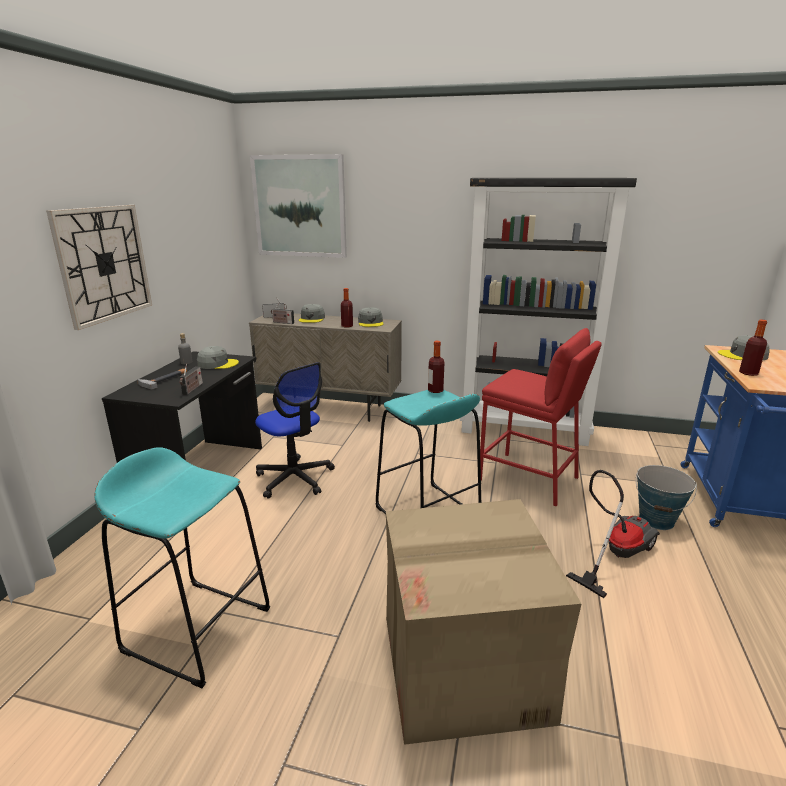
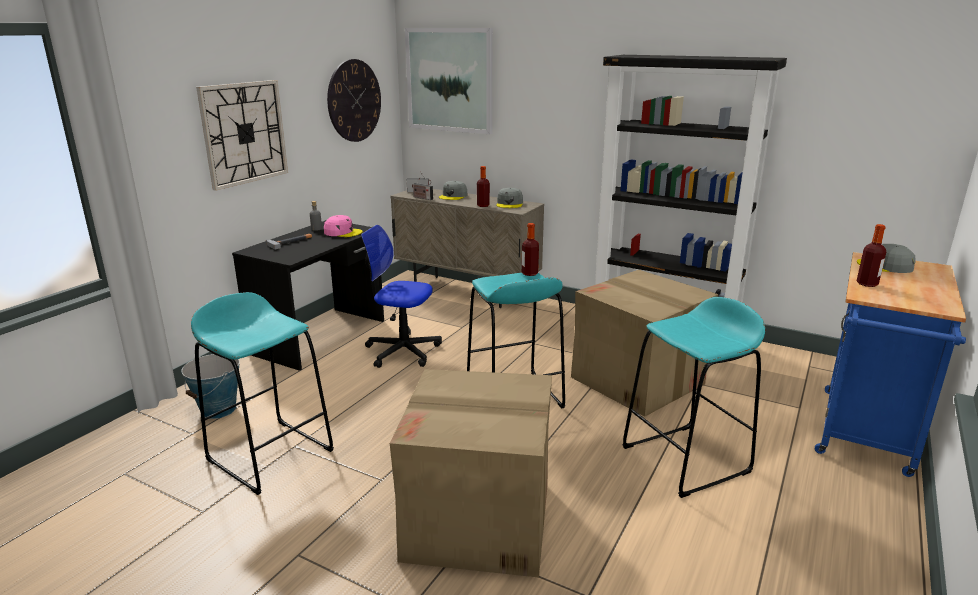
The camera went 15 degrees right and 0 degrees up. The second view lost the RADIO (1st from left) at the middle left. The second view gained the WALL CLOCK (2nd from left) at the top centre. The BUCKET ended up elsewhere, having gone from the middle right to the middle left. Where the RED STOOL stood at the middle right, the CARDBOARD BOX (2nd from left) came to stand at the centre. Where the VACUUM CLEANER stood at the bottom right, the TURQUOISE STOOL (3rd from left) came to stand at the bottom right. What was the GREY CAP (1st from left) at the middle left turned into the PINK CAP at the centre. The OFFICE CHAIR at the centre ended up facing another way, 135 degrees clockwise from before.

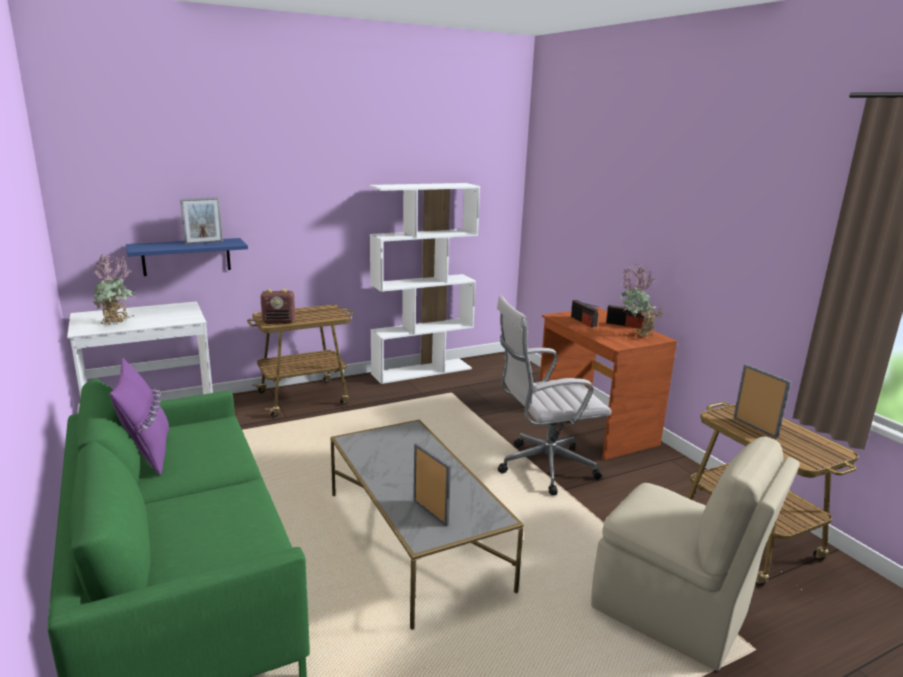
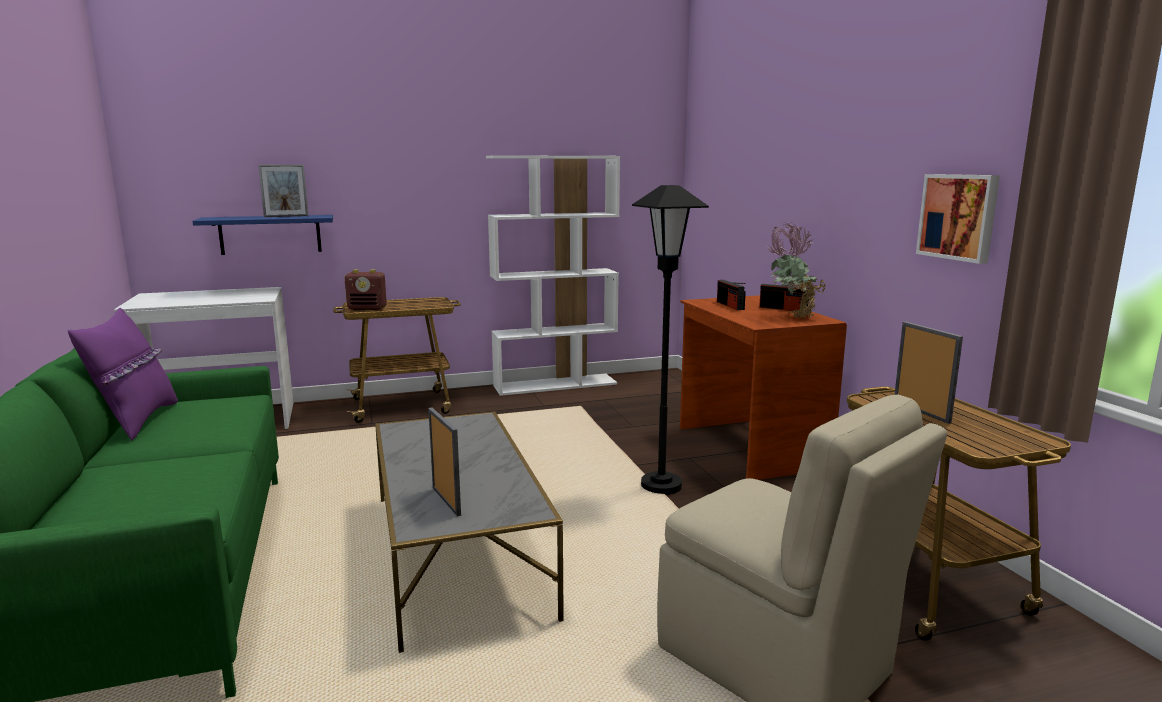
The camera went 10 degrees right and 5 degrees down. The second view lost the POTTED PLANT (1st from left) at the middle left. The second view gained the PICTURE at the top right. Where the WHITE OFFICE CHAIR stood at the centre, the BLACK FLOOR LAMP came to stand at the centre.

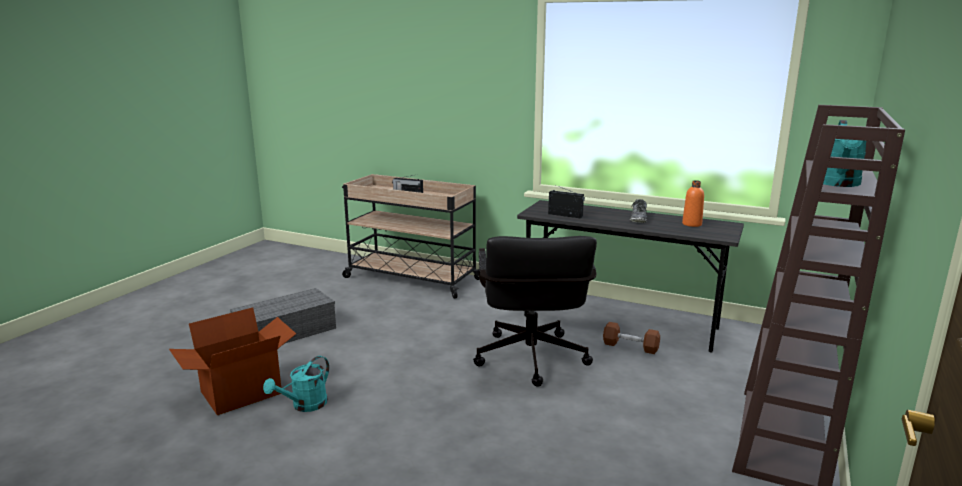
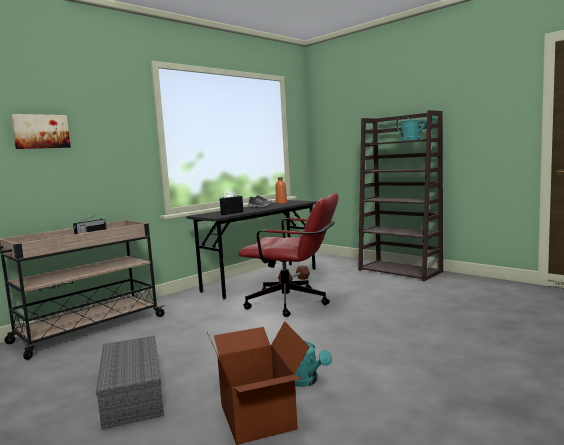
The camera went 70 degrees left and 10 degrees down. The second view gained the PICTURE at the top left. What was the BLACK OFFICE CHAIR at the centre turned into the RED OFFICE CHAIR at the centre.

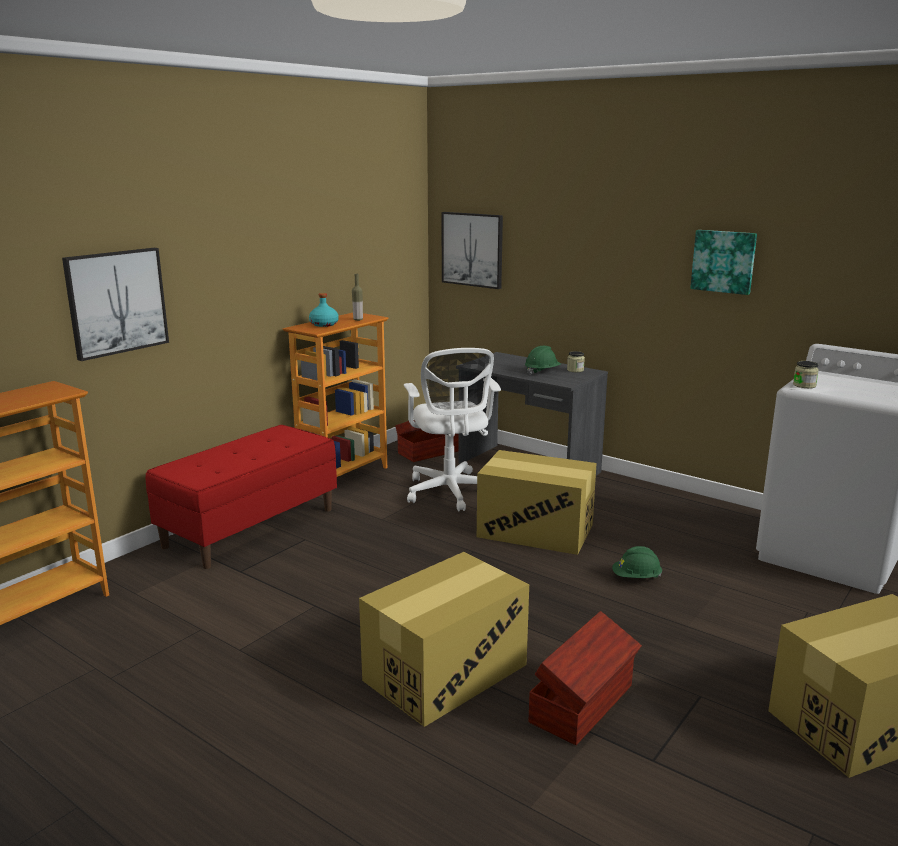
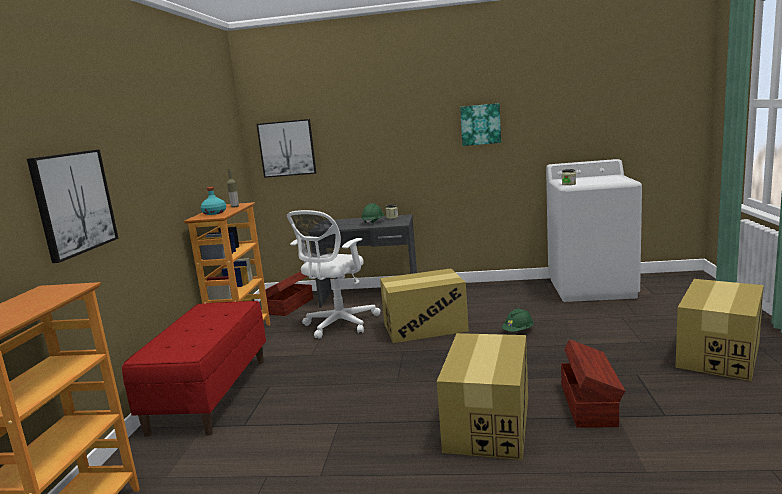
The camera went 30 degrees left and 5 degrees down. The WHITE OFFICE CHAIR at the centre ended up facing another way, 75 degrees clockwise from before.

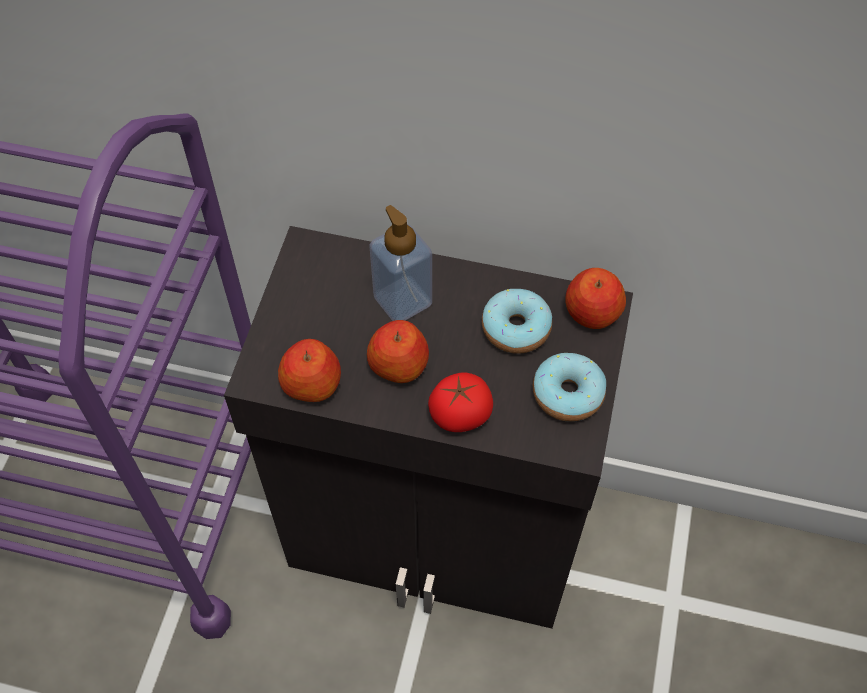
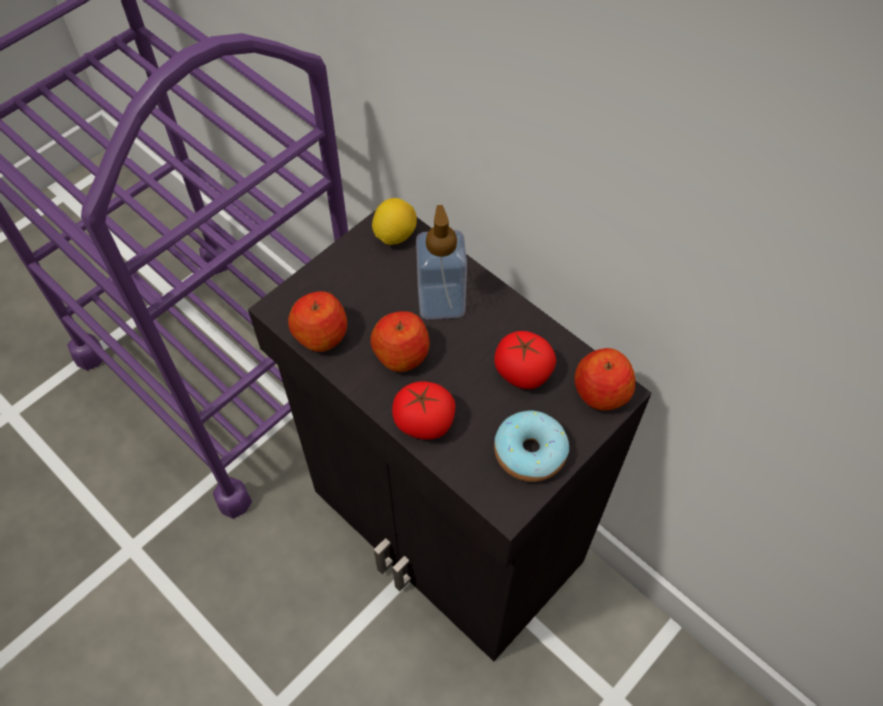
The camera went 30 degrees right and 0 degrees up. The second view gained the LEMON at the top centre. Where the DONUT (1st from left) stood at the centre, the TOMATO (2nd from left) came to stand at the centre.

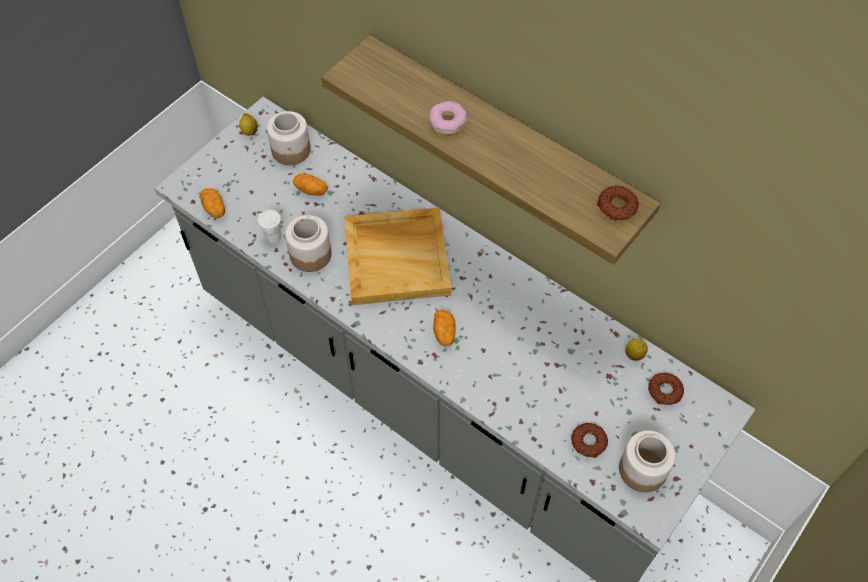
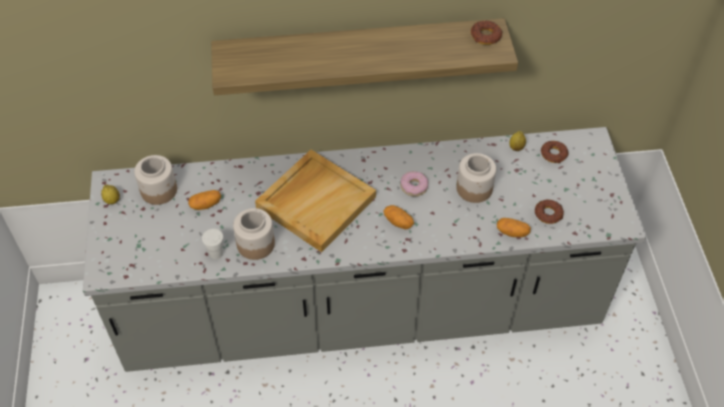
The camera went 45 degrees left and 5 degrees down. The POTATO (1st from left in the first image) ended up elsewhere, having gone from the middle left to the middle right. The DONUT (1st from left) ended up elsewhere, having gone from the top centre to the centre. The JAR (3rd from left) ended up elsewhere, having gone from the bottom right to the centre.

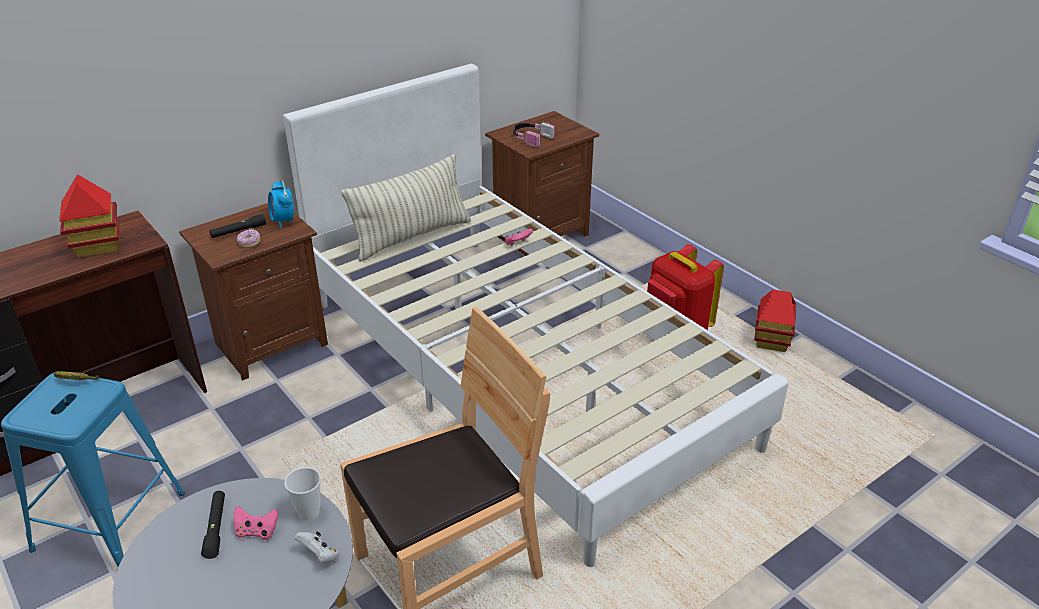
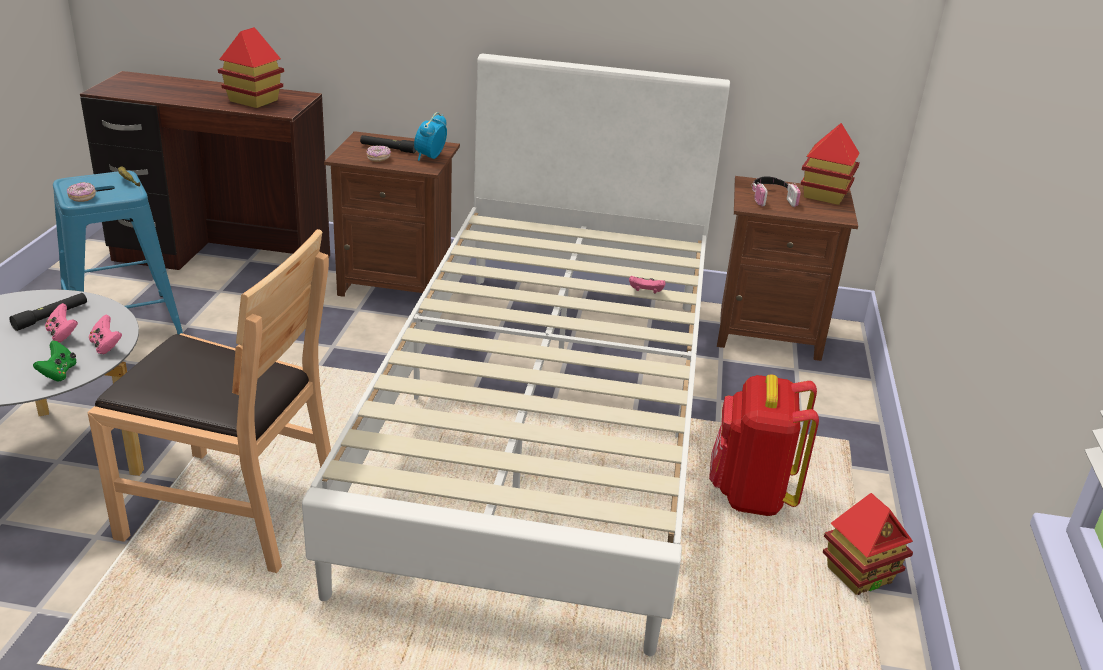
The camera went 45 degrees right and 5 degrees down. The second view lost the PILLOW at the centre. The second view gained the DONUT (1st from left) at the top left. The second view gained the TOY HOUSE (2nd from left) at the top right. Where the CUP stood at the bottom left, the PINK GAME CONTROLLER (2nd from left) came to stand at the middle left. What was the WHITE GAME CONTROLLER at the bottom left turned into the GREEN GAME CONTROLLER at the middle left.

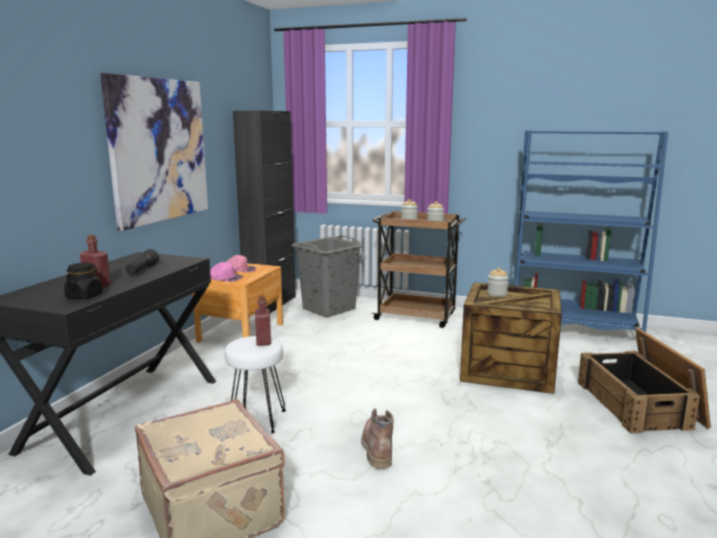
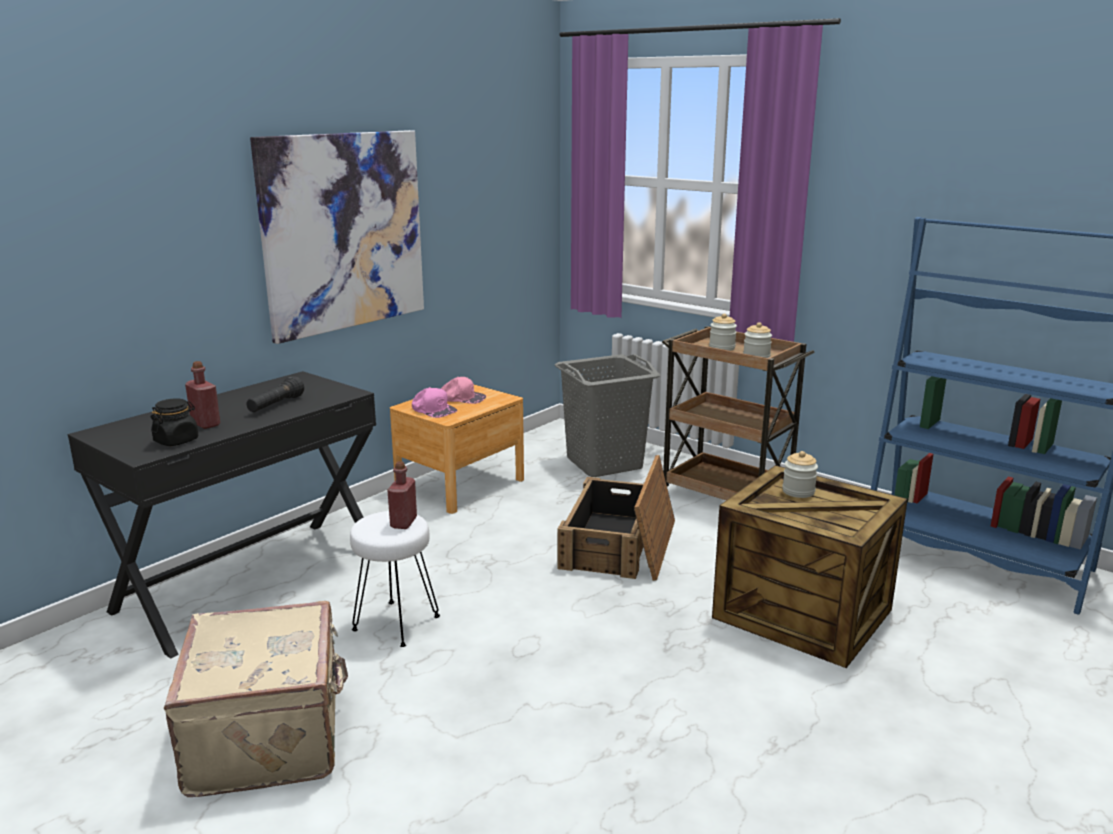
The camera went 20 degrees right and 5 degrees up. The second view lost the BLACK CABINET at the centre. The second view lost the BROWN BOOT at the bottom centre. The CRATE (2nd from left in the first image) ended up elsewhere, having gone from the bottom right to the centre.

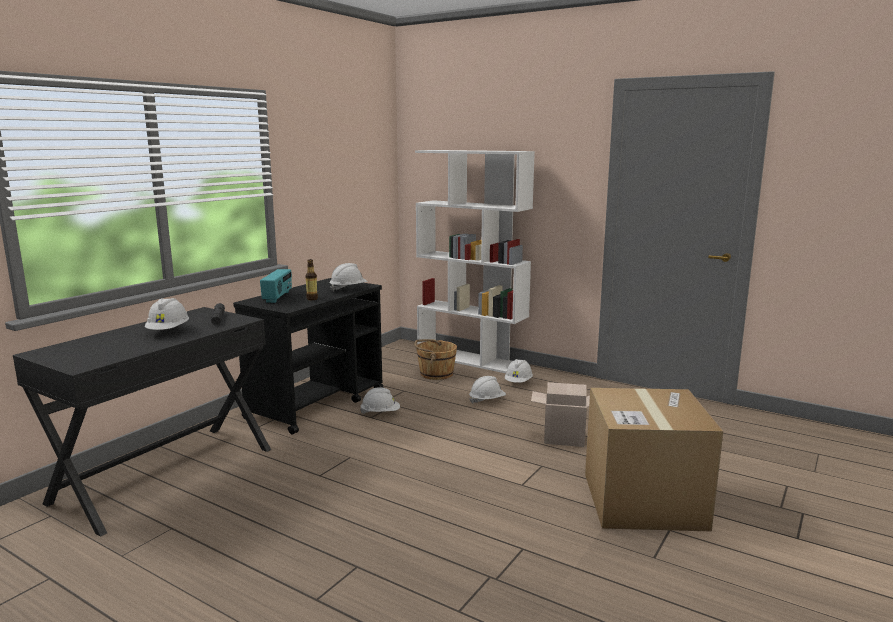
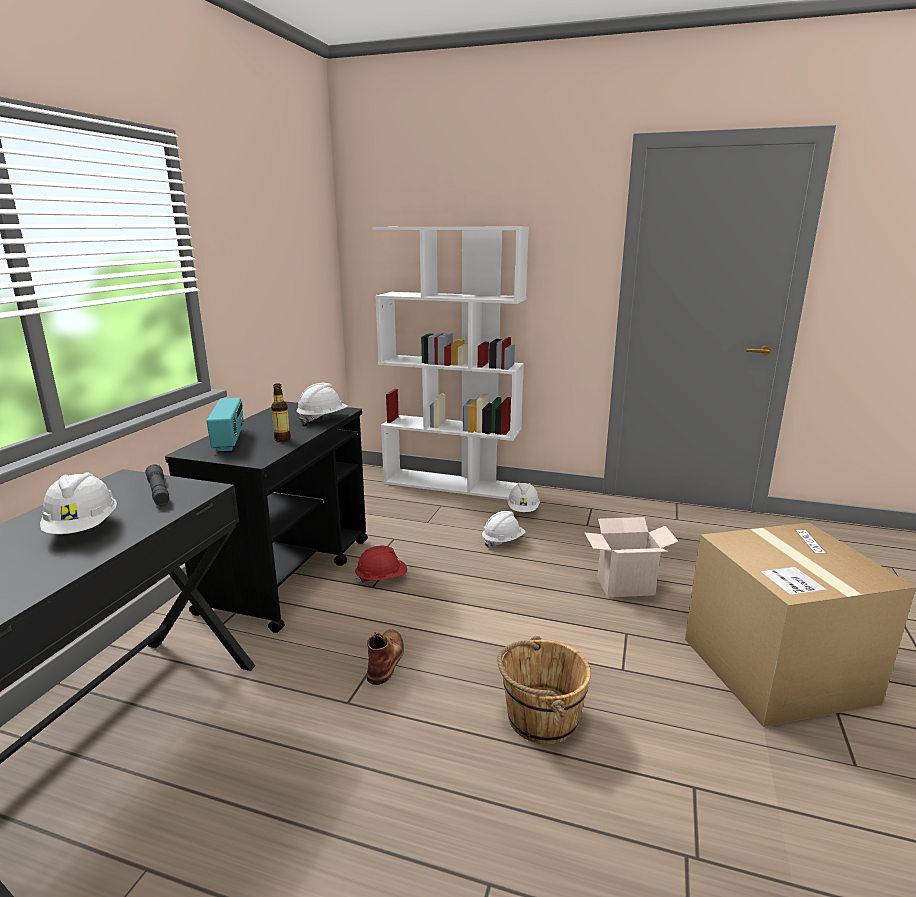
The camera went 15 degrees left and 5 degrees up. The second view gained the BROWN BOOT at the bottom centre. The BROWN BUCKET ended up elsewhere, having gone from the centre to the bottom centre. What was the WHITE HARD HAT (3rd from left) at the centre turned into the RED HARD HAT at the centre.

